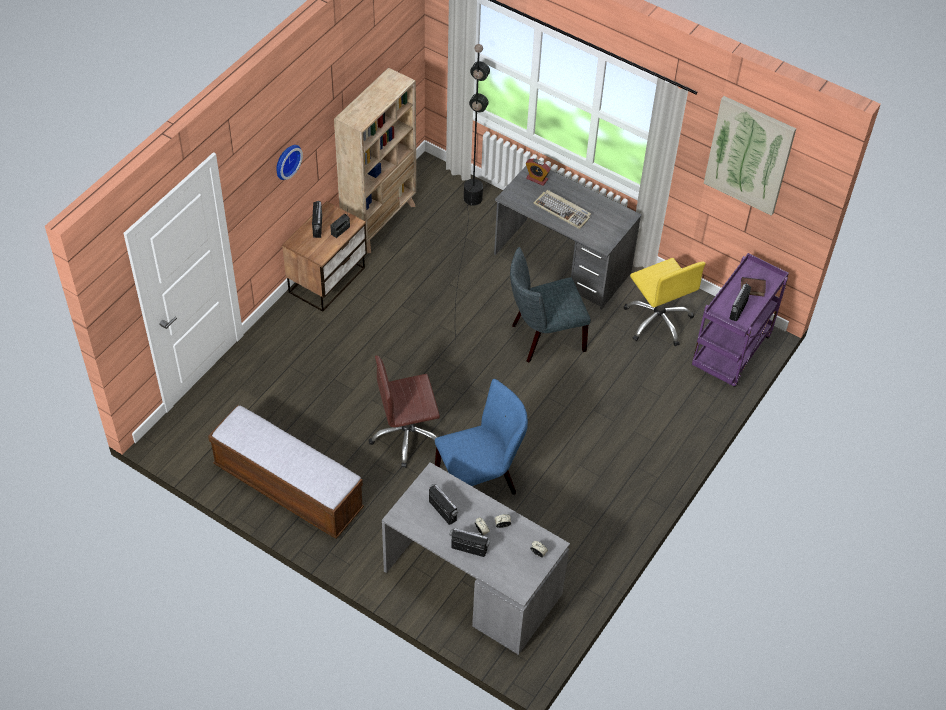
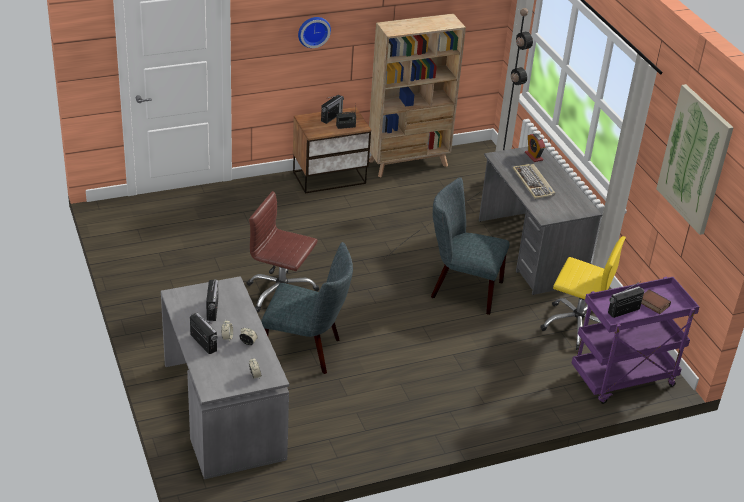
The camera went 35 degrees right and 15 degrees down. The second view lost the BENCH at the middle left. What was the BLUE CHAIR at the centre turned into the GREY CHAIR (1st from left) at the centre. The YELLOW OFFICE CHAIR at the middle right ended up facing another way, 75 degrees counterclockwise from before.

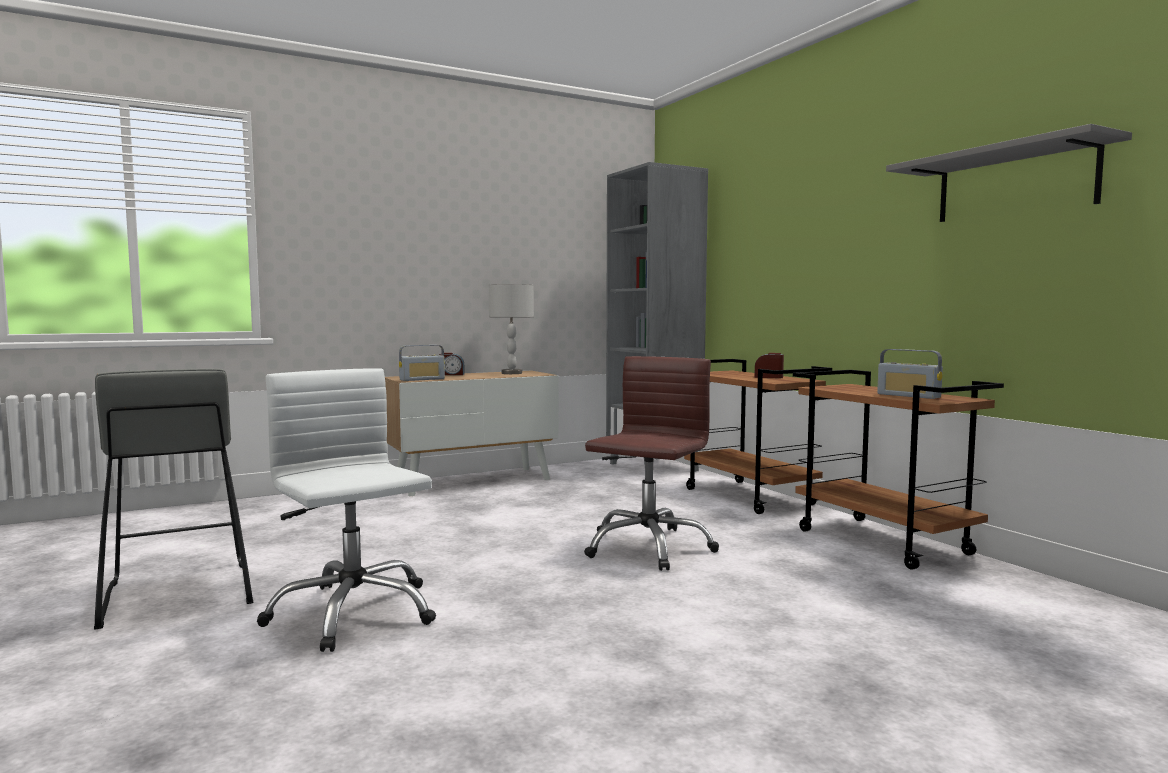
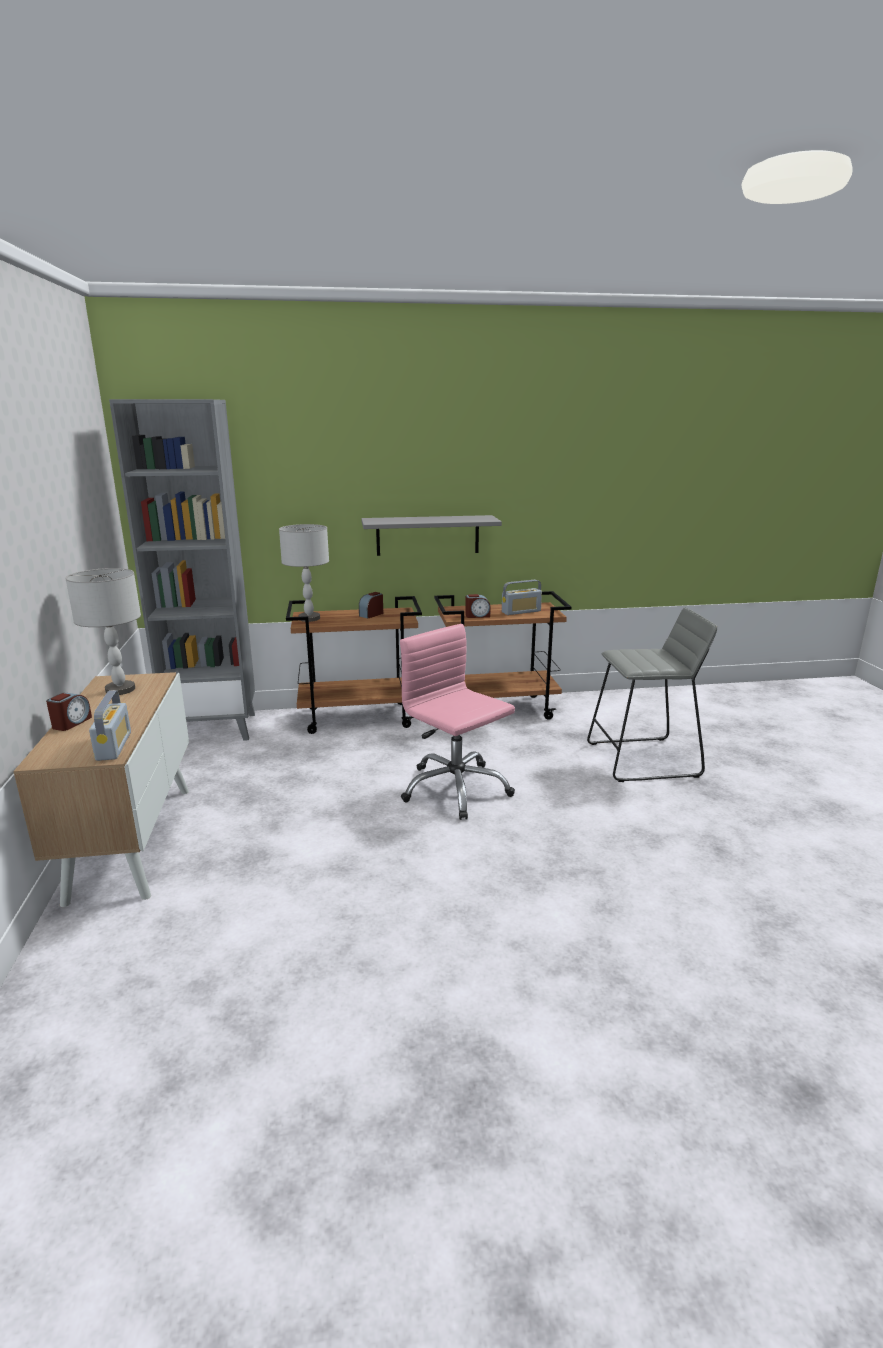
The camera went 70 degrees left and 15 degrees up. The second view lost the WHITE OFFICE CHAIR at the middle left. The second view gained the GREY TABLE LAMP (2nd from left) at the centre. The second view gained the ALARM CLOCK (3rd from left) at the centre. The GREY STOOL ended up elsewhere, having gone from the middle left to the middle right. The GREY SHELF ended up elsewhere, having gone from the top right to the centre. What was the BROWN OFFICE CHAIR at the centre turned into the PINK OFFICE CHAIR at the centre.

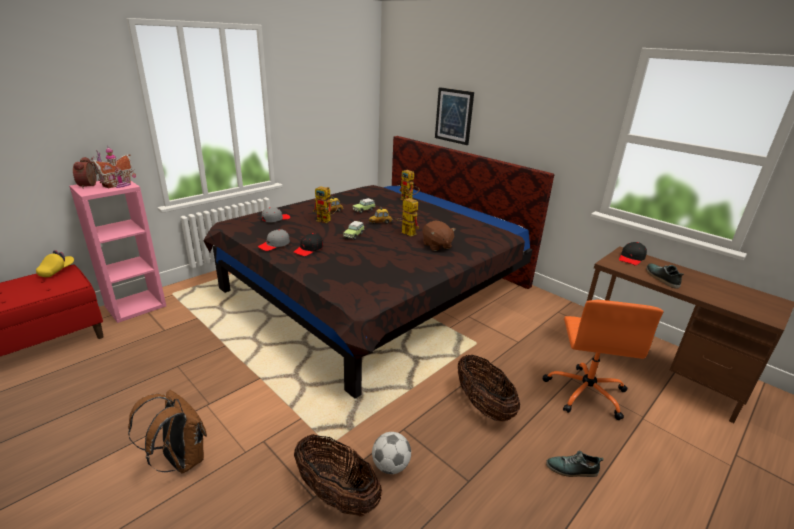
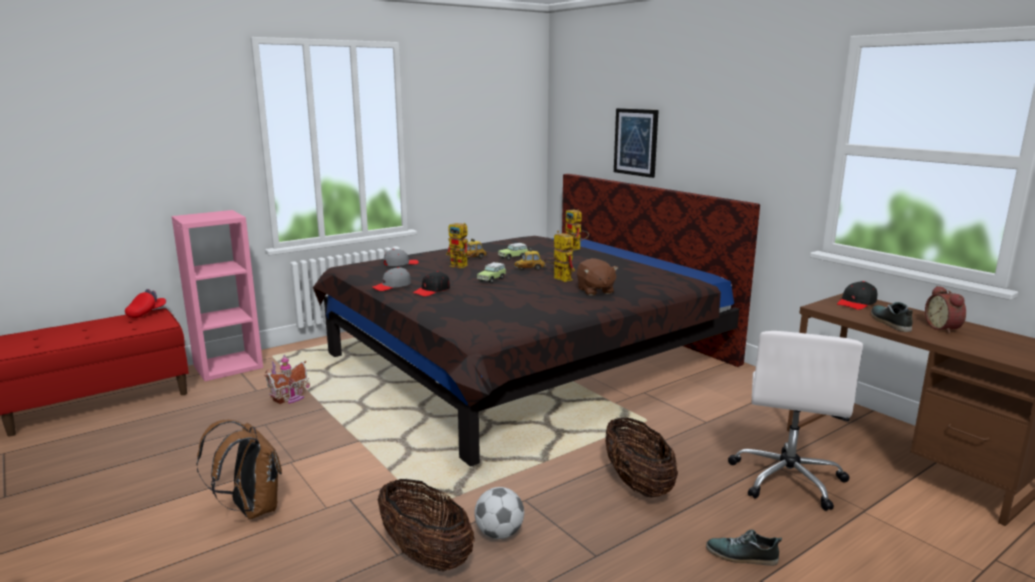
The camera went 10 degrees right and 10 degrees down. The ALARM CLOCK ended up elsewhere, having gone from the top left to the middle right. The TOY HOUSE ended up elsewhere, having gone from the top left to the middle left. What was the YELLOW CAP at the middle left turned into the RED CAP at the middle left. What was the ORANGE OFFICE CHAIR at the bottom right turned into the WHITE OFFICE CHAIR at the bottom right.

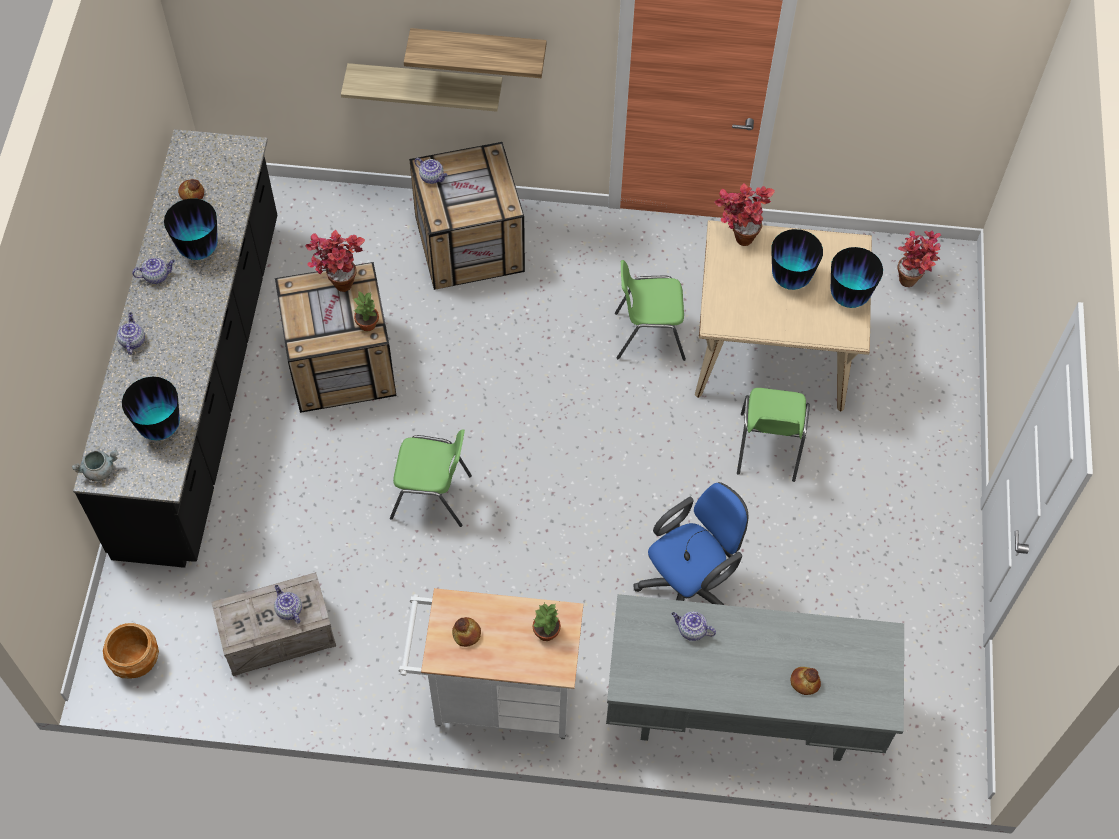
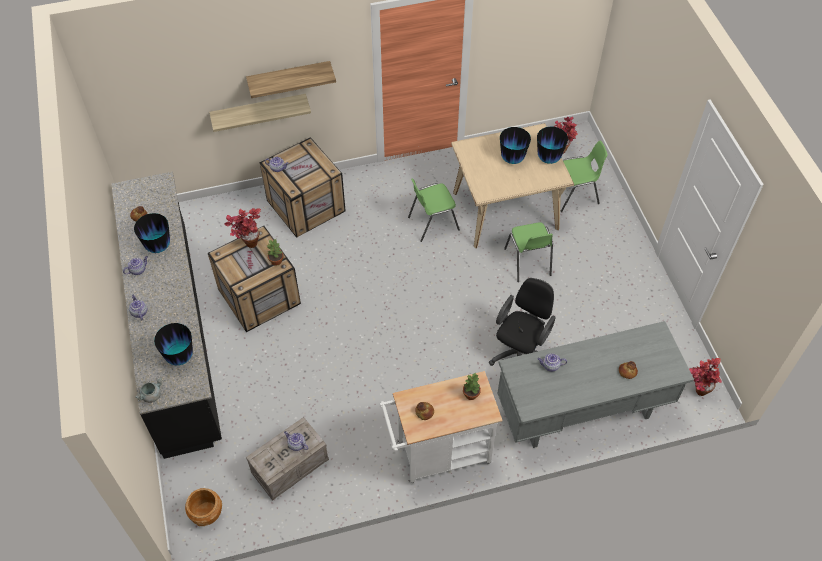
The camera went 20 degrees left and 5 degrees down. The GREEN CHAIR (1st from left in the first image) ended up elsewhere, having gone from the centre to the top right. The POTTED PLANT (4th from left in the first image) ended up elsewhere, having gone from the top centre to the bottom right. What was the BLUE OFFICE CHAIR at the centre turned into the BLACK OFFICE CHAIR at the centre.

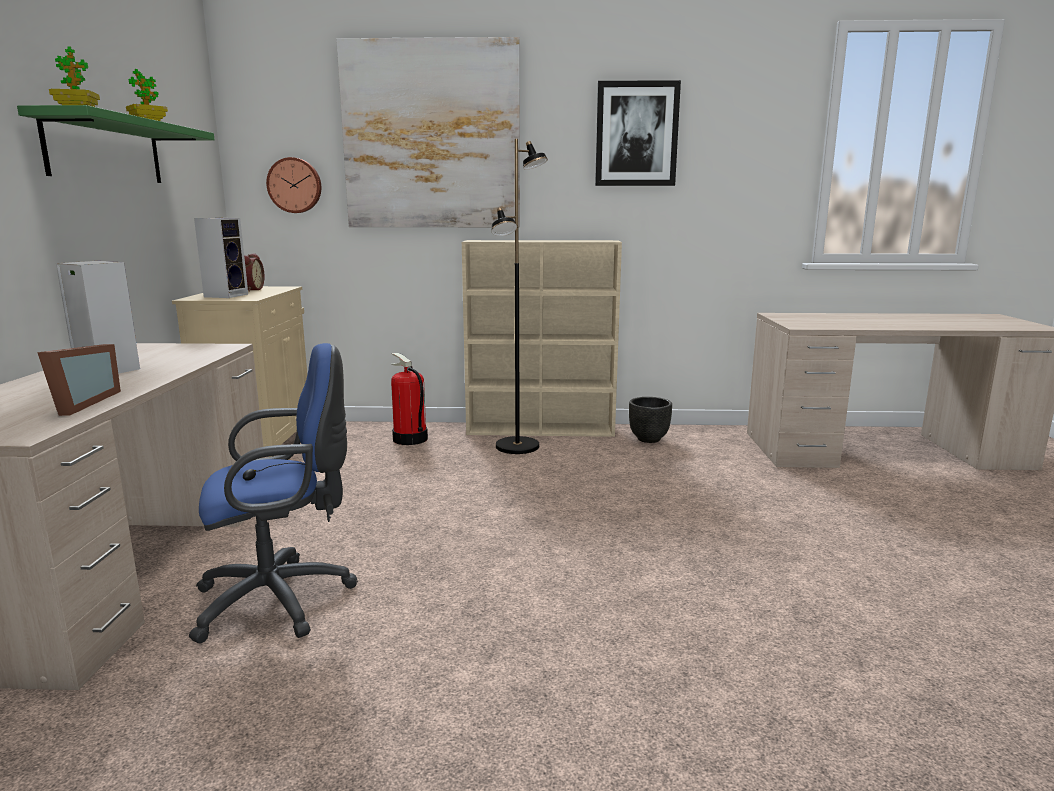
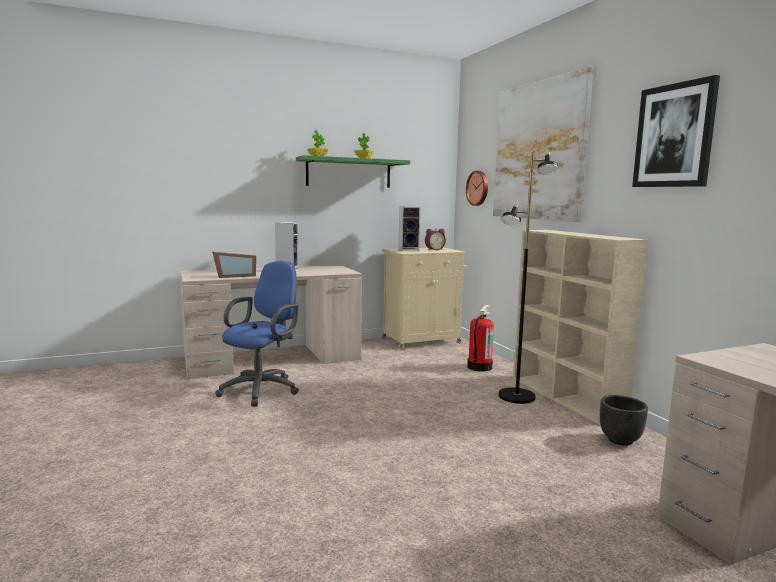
The camera went 65 degrees right and 5 degrees down. The BLUE OFFICE CHAIR at the middle left ended up facing another way, 105 degrees counterclockwise from before.

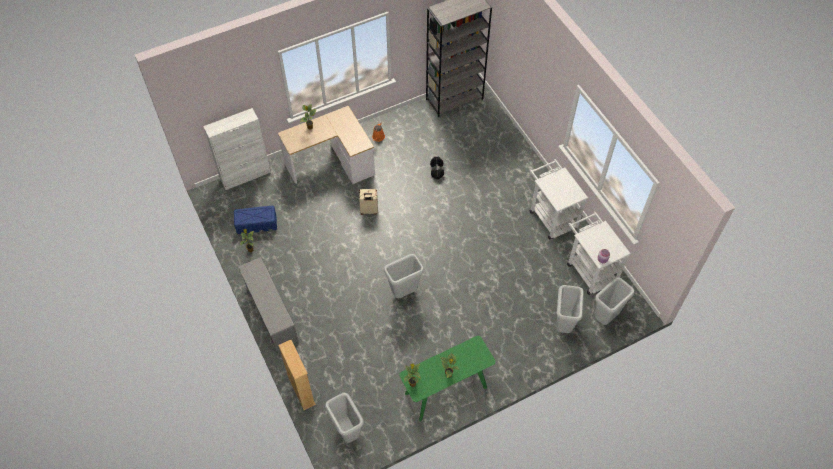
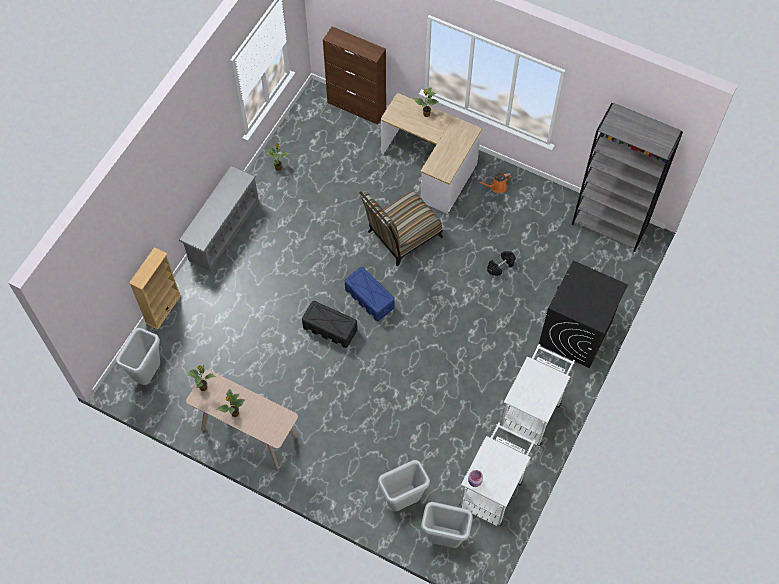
The camera went 55 degrees right and 5 degrees up. The second view gained the BLACK WASHING MACHINE at the middle right. The BLUE STORAGE BOX ended up elsewhere, having gone from the middle left to the centre. Where the BEIGE SUITCASE stood at the centre, the CHAIR came to stand at the centre. Where the GREY TRASH CAN (2nd from left) stood at the centre, the BLACK STORAGE BOX came to stand at the centre. What was the WHITE CABINET at the top left turned into the BROWN CABINET at the top centre. What was the GREEN CONSOLE TABLE at the bottom centre turned into the BEIGE CONSOLE TABLE at the bottom left.

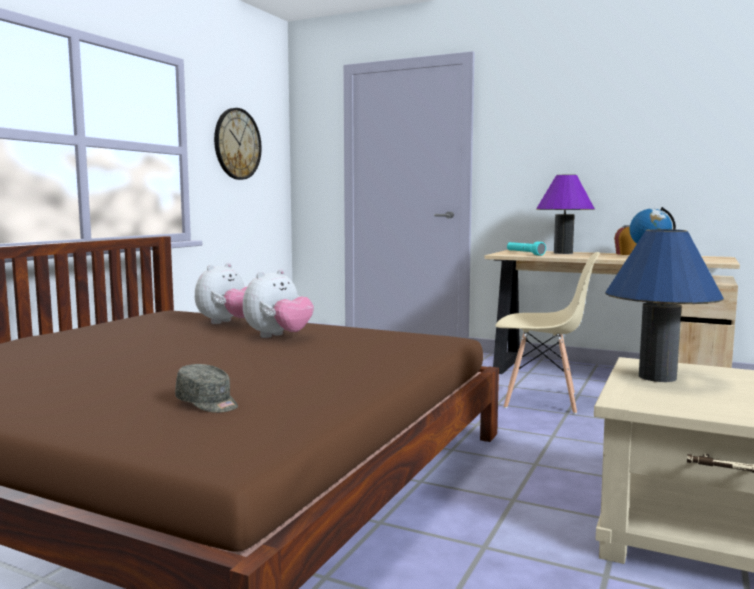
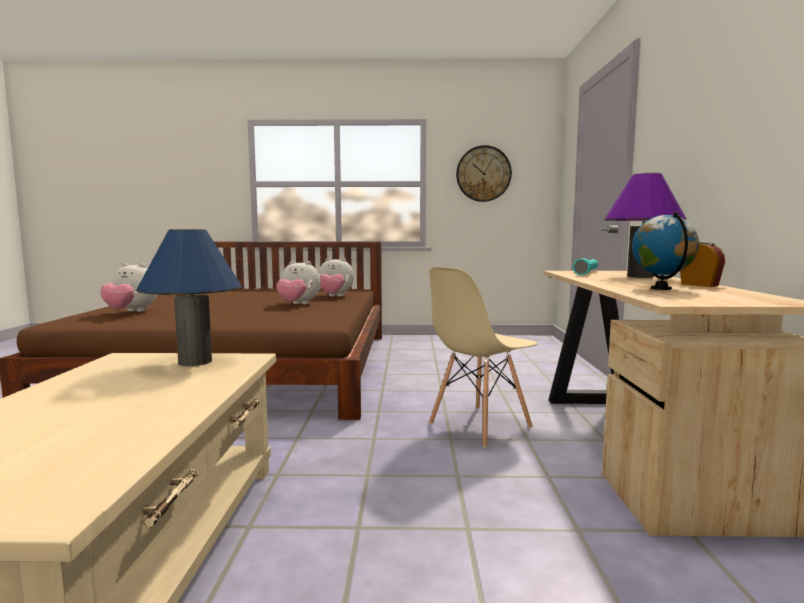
The camera went 65 degrees right and 0 degrees up. Where the GREY CAP stood at the middle left, the PLUSH TOY (1st from left) came to stand at the middle left. The BEIGE CHAIR at the middle right ended up facing another way, 60 degrees clockwise from before.

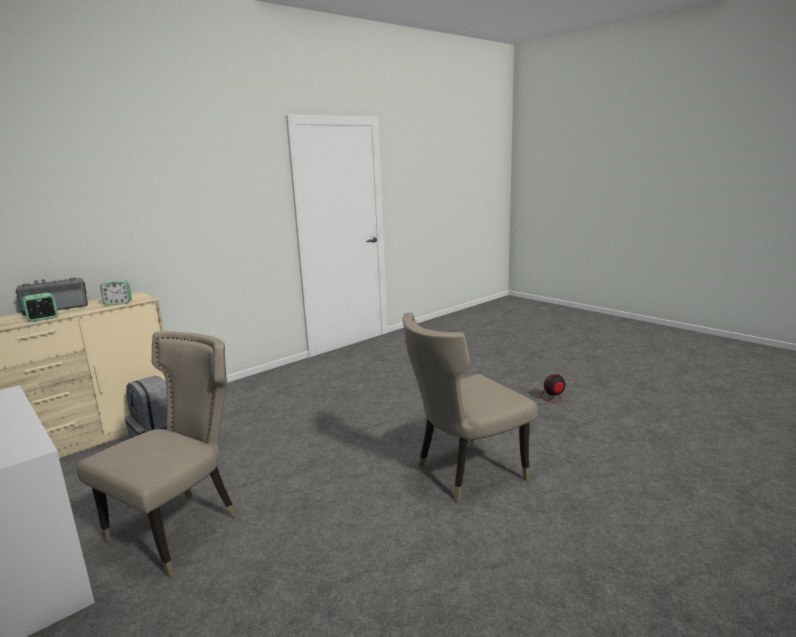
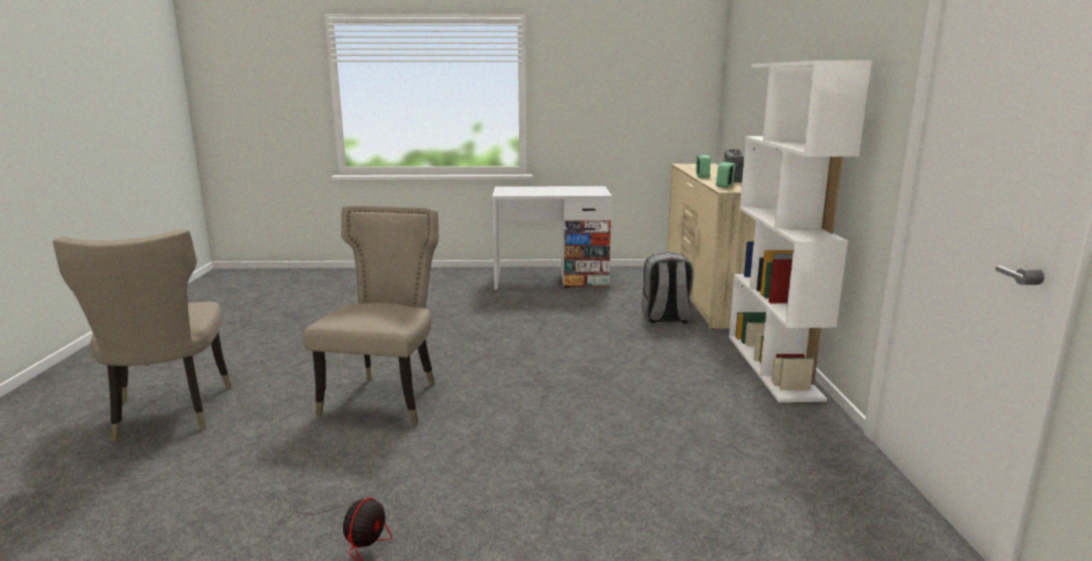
The camera went 130 degrees right and 0 degrees up. The second view gained the WHITE BOOKCASE at the middle right. The BEIGE CHAIR (1st from left) ended up elsewhere, having gone from the bottom left to the middle left.

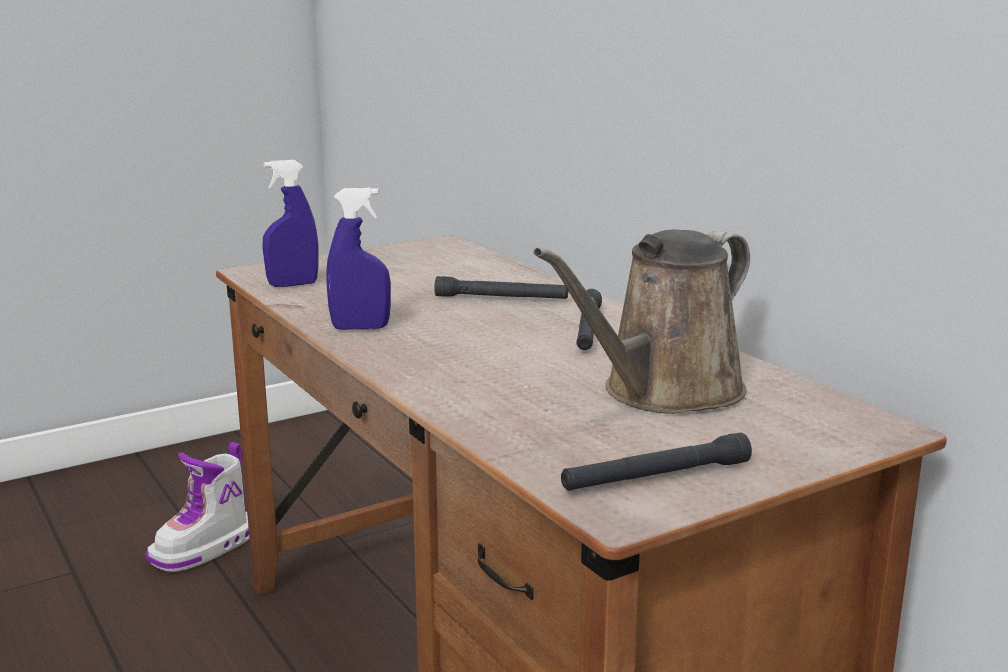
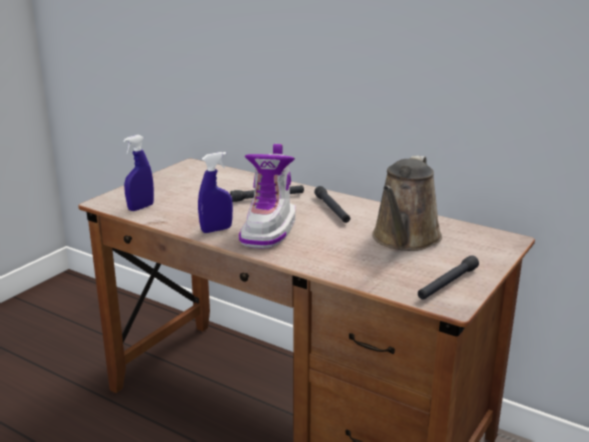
The camera went 25 degrees left and 5 degrees up. The BOOT ended up elsewhere, having gone from the bottom left to the centre.

